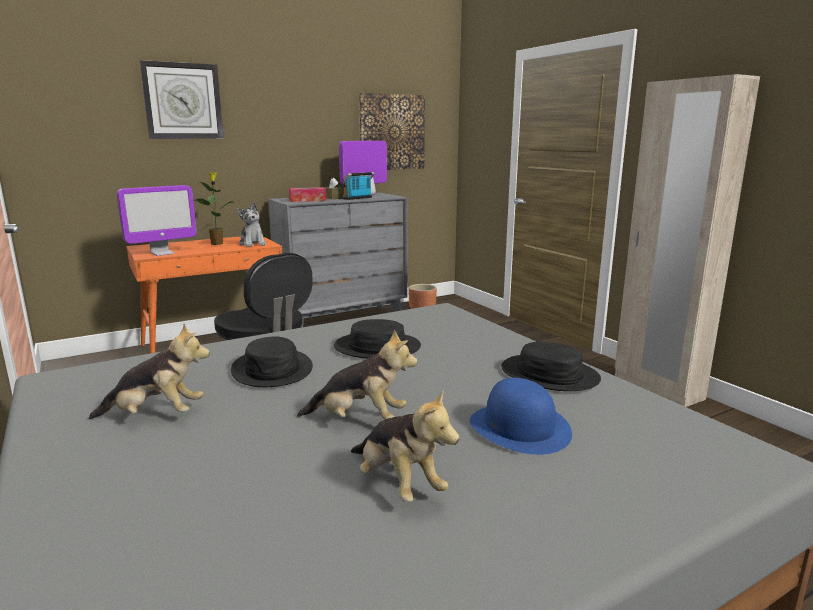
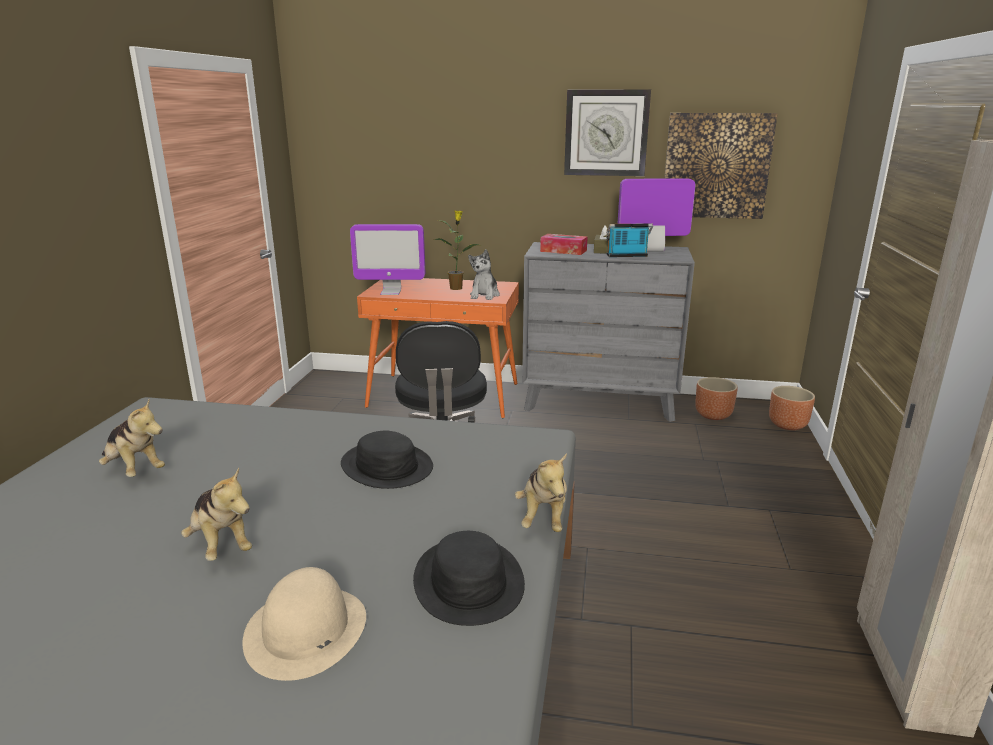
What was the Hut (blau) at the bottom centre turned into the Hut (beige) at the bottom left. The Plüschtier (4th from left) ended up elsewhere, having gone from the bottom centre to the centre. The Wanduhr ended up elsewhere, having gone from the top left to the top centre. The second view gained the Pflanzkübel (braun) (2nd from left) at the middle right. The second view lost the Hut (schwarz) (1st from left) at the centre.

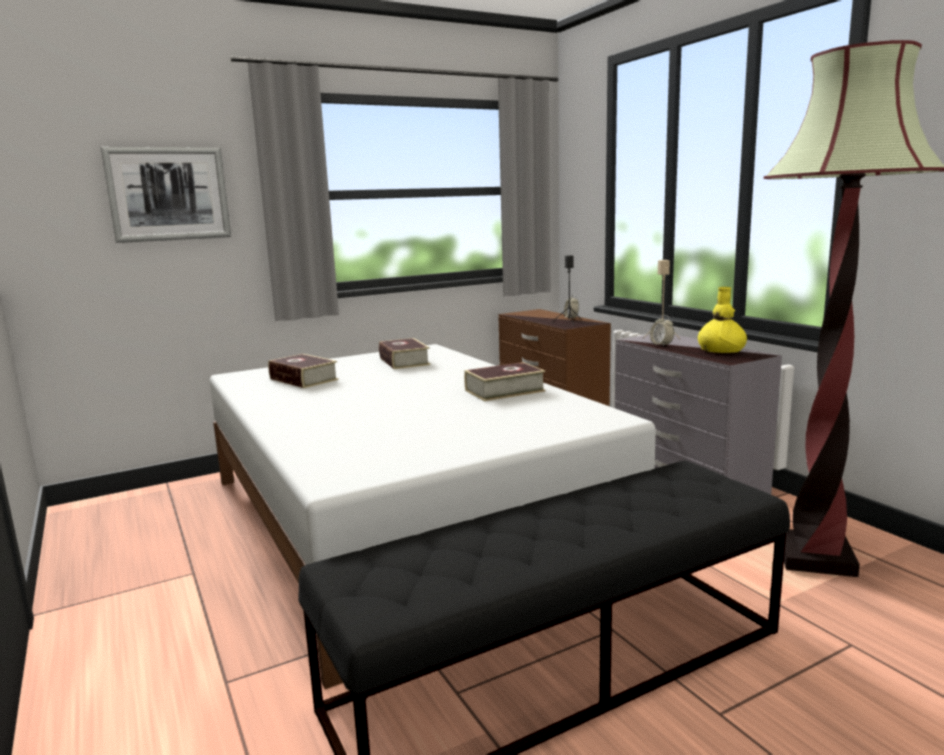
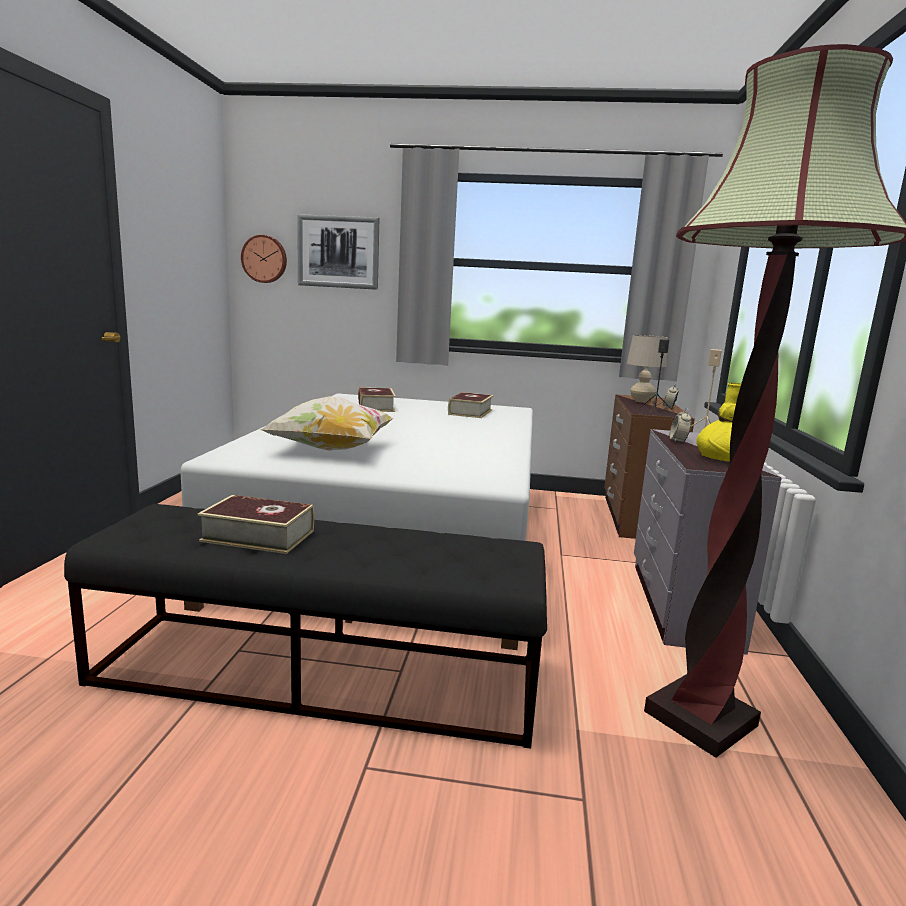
The Buch (3rd from left in the first image) ended up elsewhere, having gone from the centre to the middle left. The second view gained the Wanduhr at the top left. The second view gained the Kissen at the centre. The second view gained the Tischlampe (beige) at the middle right.

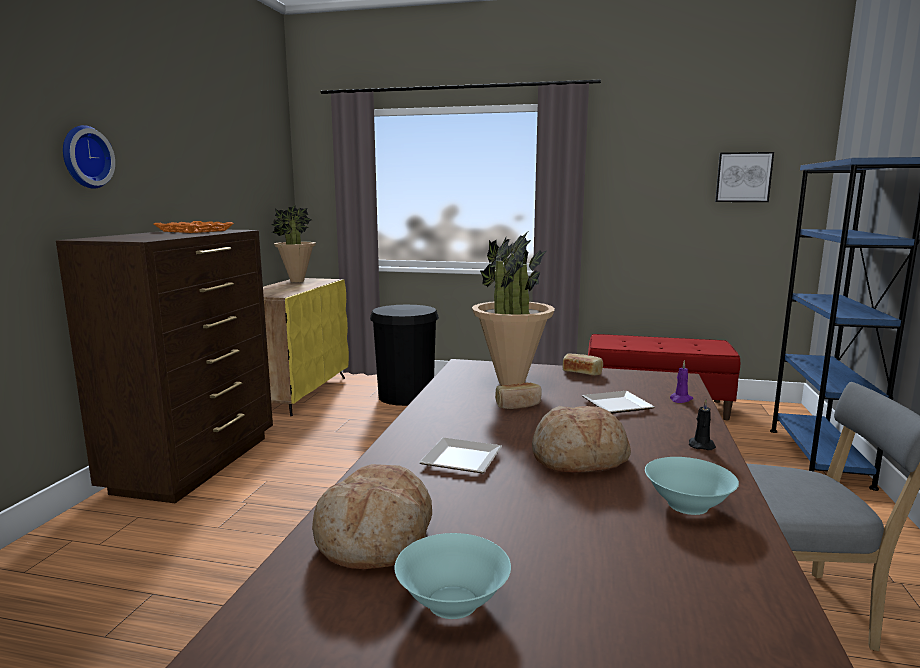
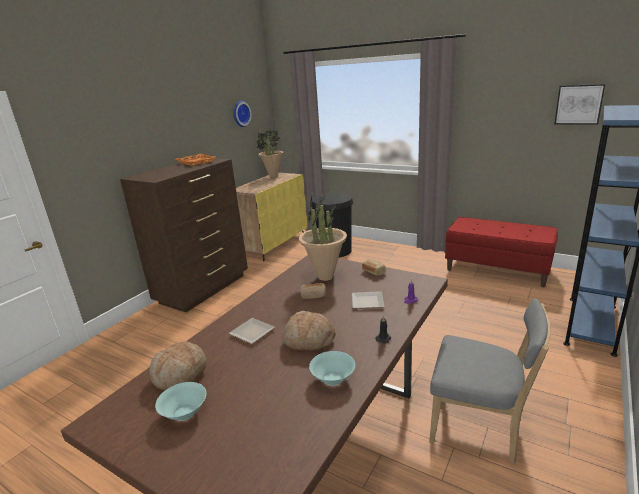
The Wanduhr ended up elsewhere, having gone from the top left to the top centre.

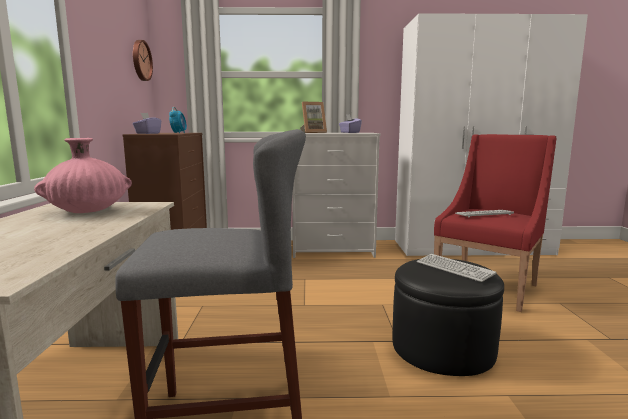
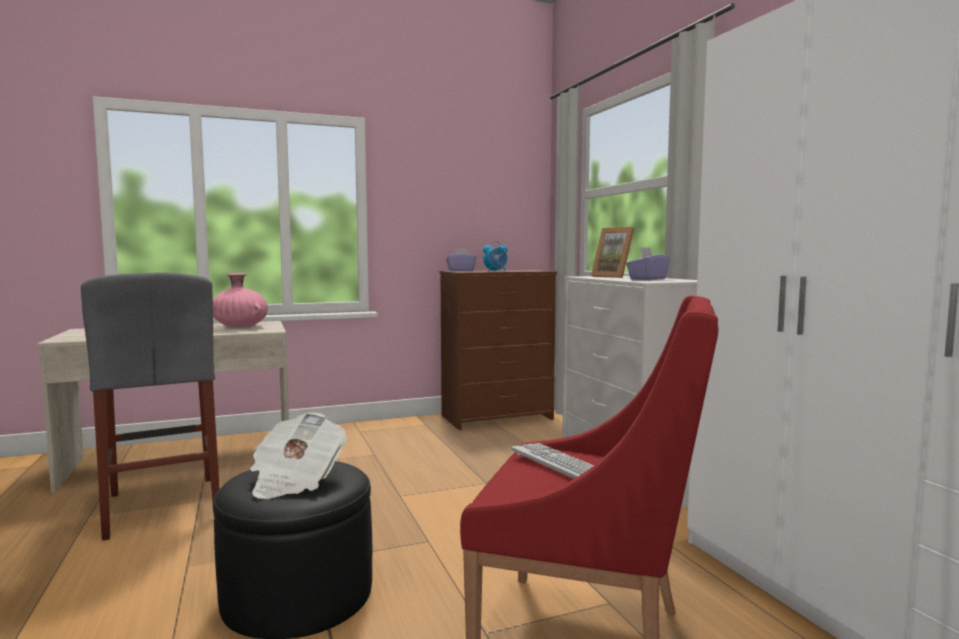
Where the Tastatur (1st from left) stood at the middle right, the Zeitung came to stand at the bottom left. The second view lost the Wanduhr at the top left.

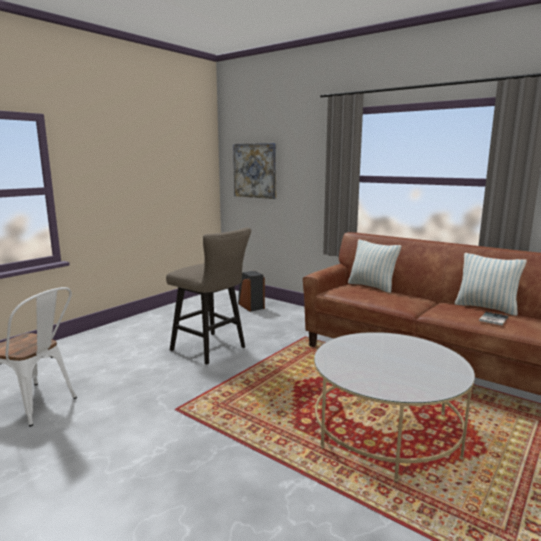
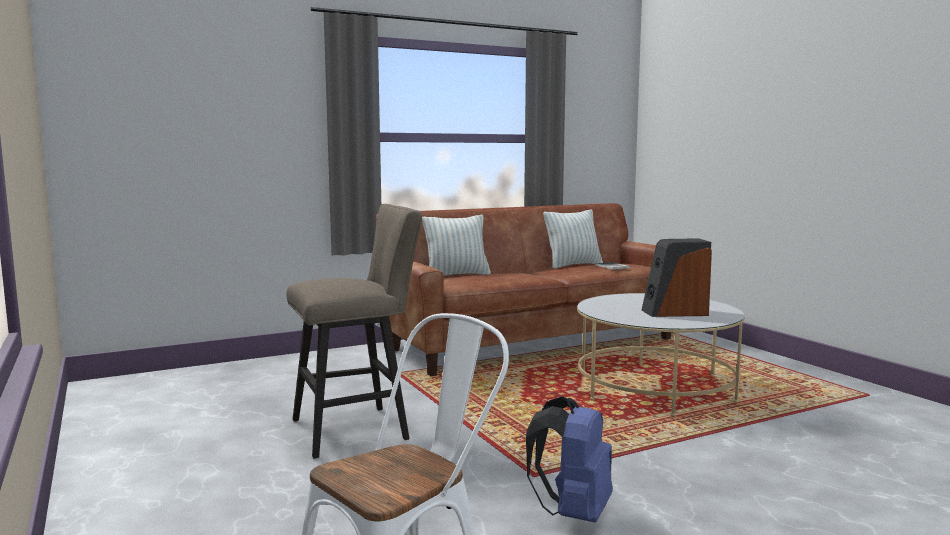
The second view gained the Rucksack (blau) at the bottom centre. The Lautsprecher ended up elsewhere, having gone from the centre to the middle right. The second view lost the Bild at the top centre.

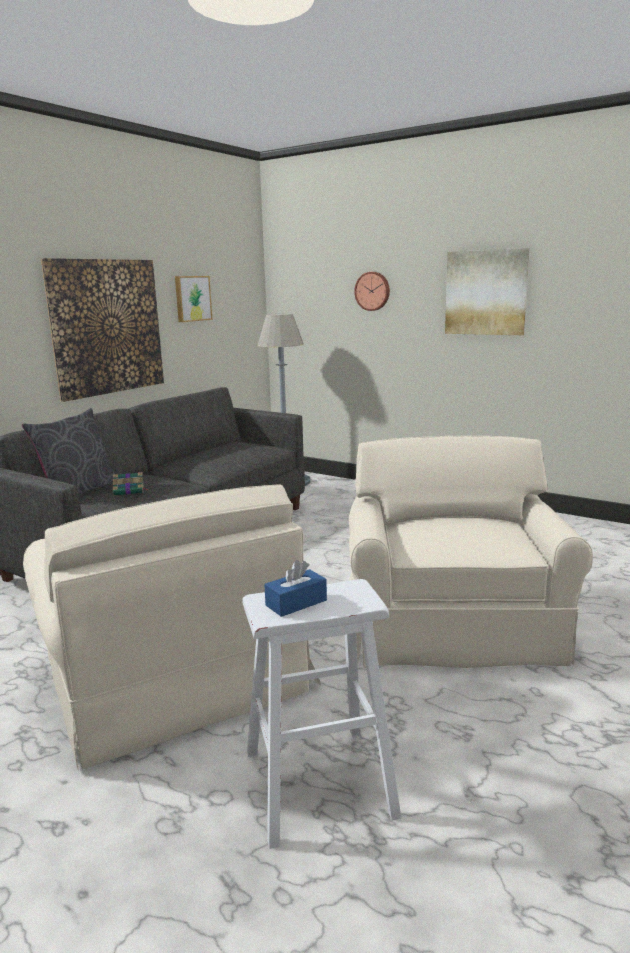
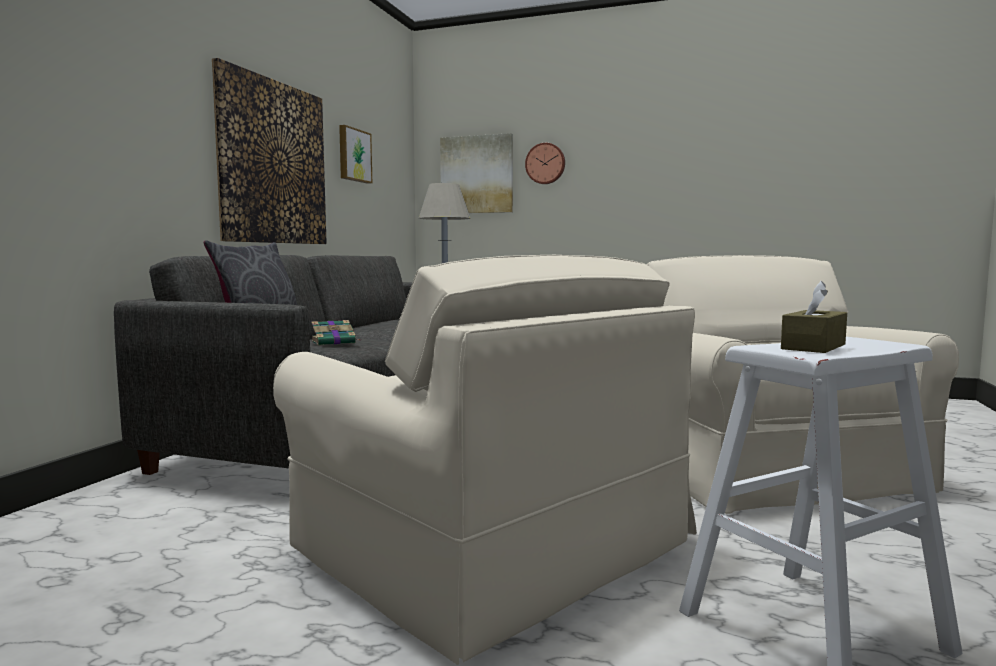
The Bild (3rd from left) ended up elsewhere, having gone from the top right to the top centre. What was the Taschentuchbox (blau) at the centre turned into the Taschentuchbox (braun) at the middle right.

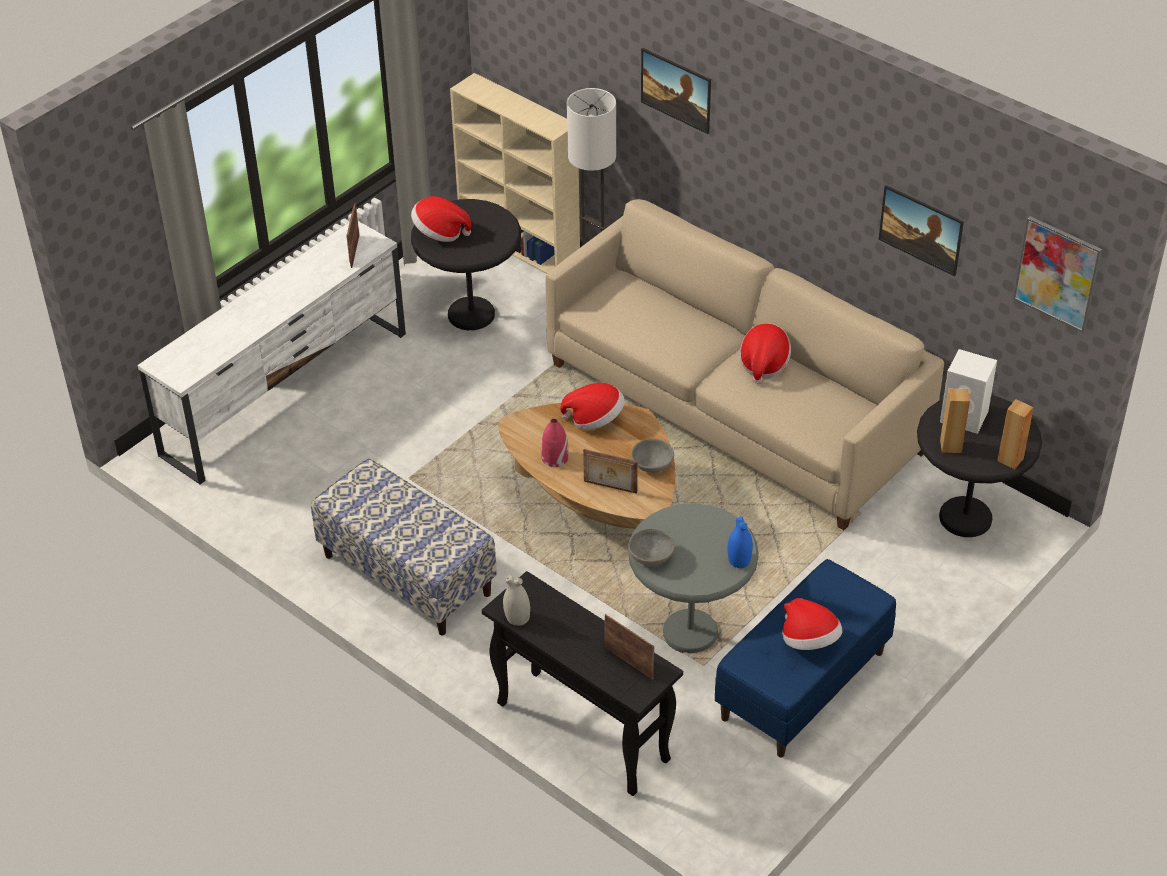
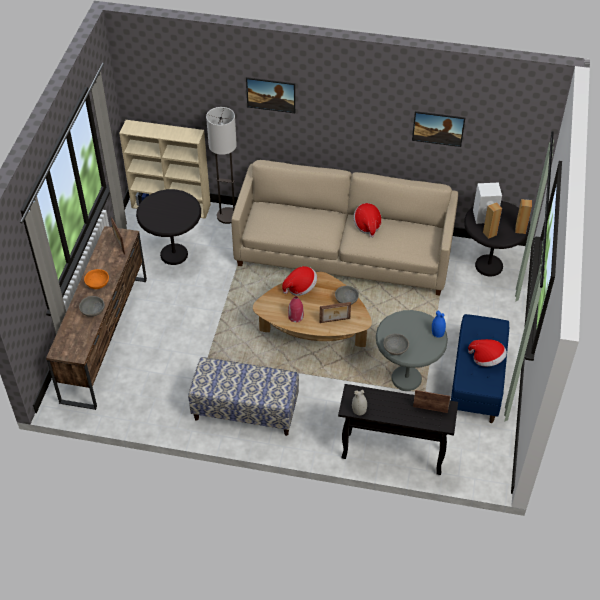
What was the Fernsehschrank (weiß) at the middle left turned into the Fernsehschrank (braun) at the middle left. The second view gained the Schüssel (grau) (1st from left) at the middle left. The second view gained the Schüssel (orange) at the middle left. The second view lost the Hut (1st from left) at the top centre. The second view lost the Bild (3rd from left) at the top right.

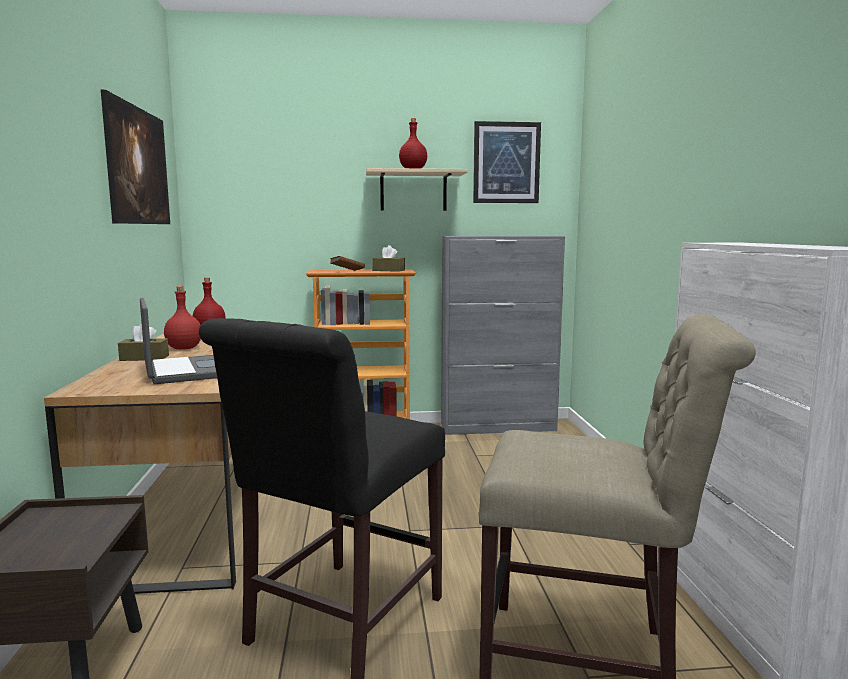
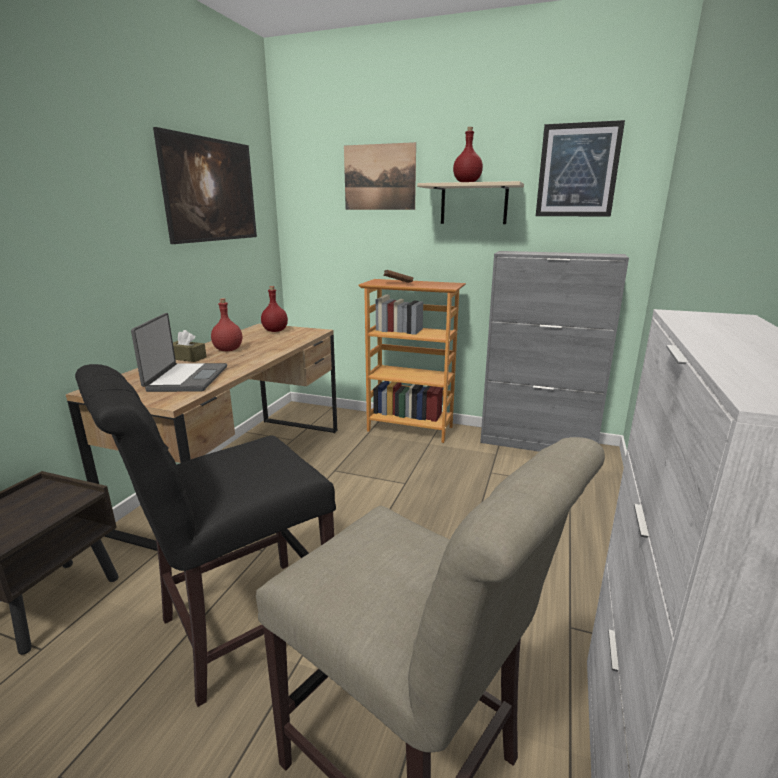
The second view gained the Bild (2nd from left) at the top centre. The second view lost the Taschentuchbox (braun) (2nd from left) at the centre.

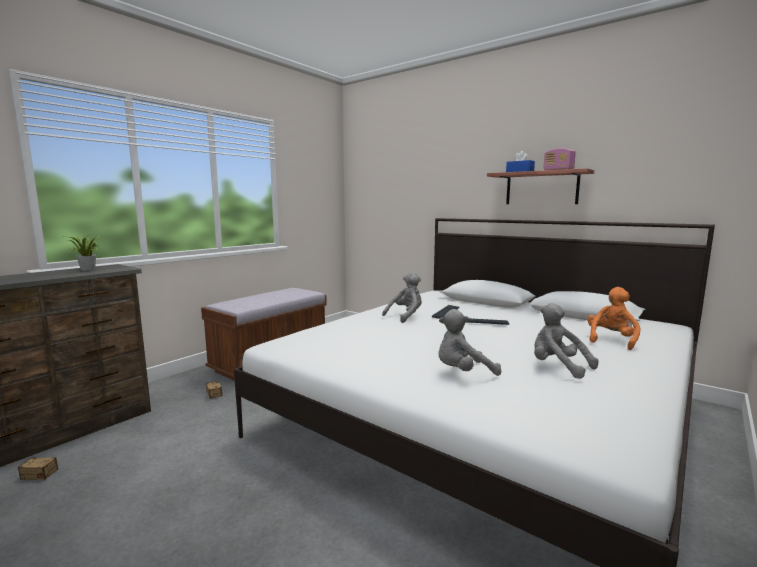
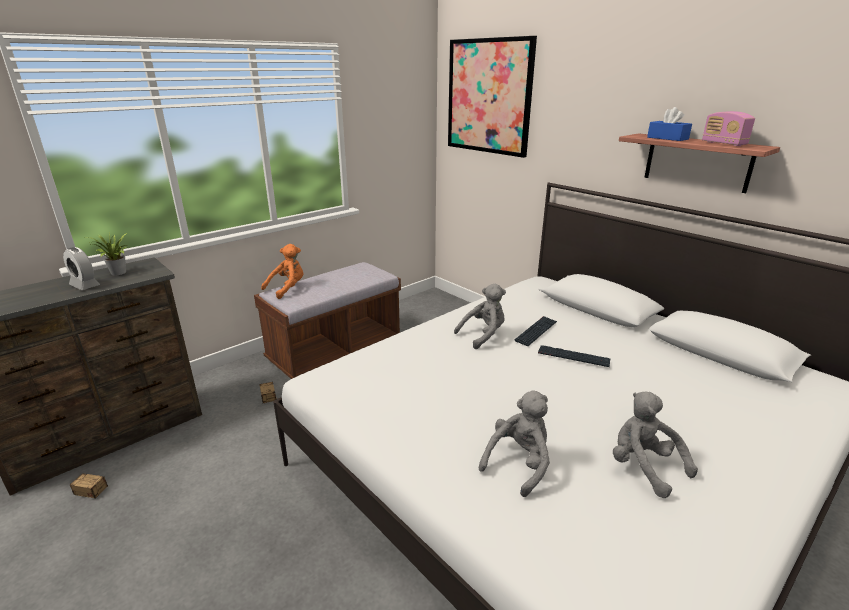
The second view gained the Wecker at the middle left. The Plüschtier (orange) ended up elsewhere, having gone from the middle right to the middle left. The second view gained the Bild at the top centre. The Plüschtier (grau) (2nd from left) at the centre ended up facing another way, 135 degrees clockwise from before.

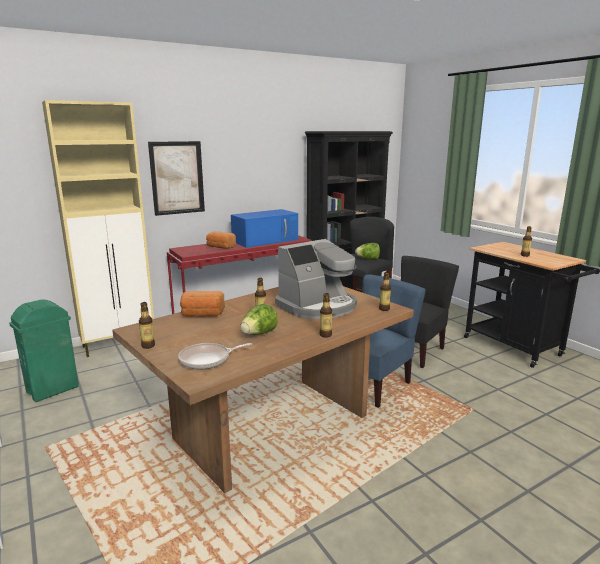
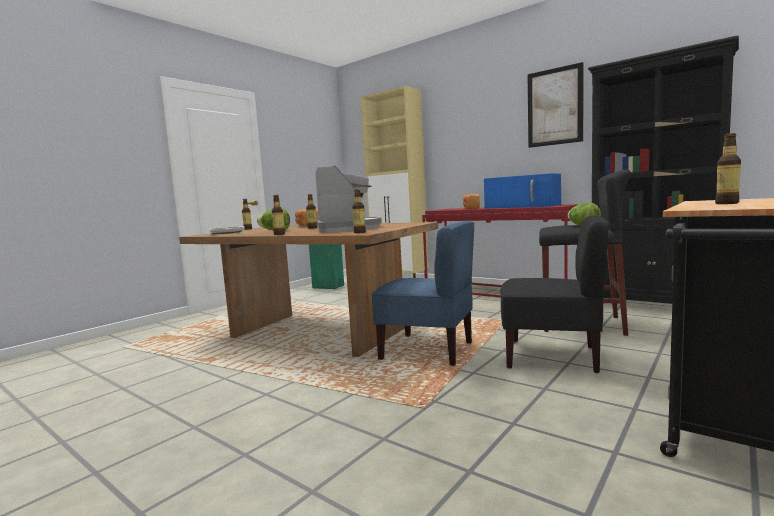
The Kaffeemaschine at the centre ended up facing another way, 135 degrees counterclockwise from before. The Bild ended up elsewhere, having gone from the top left to the top right.

